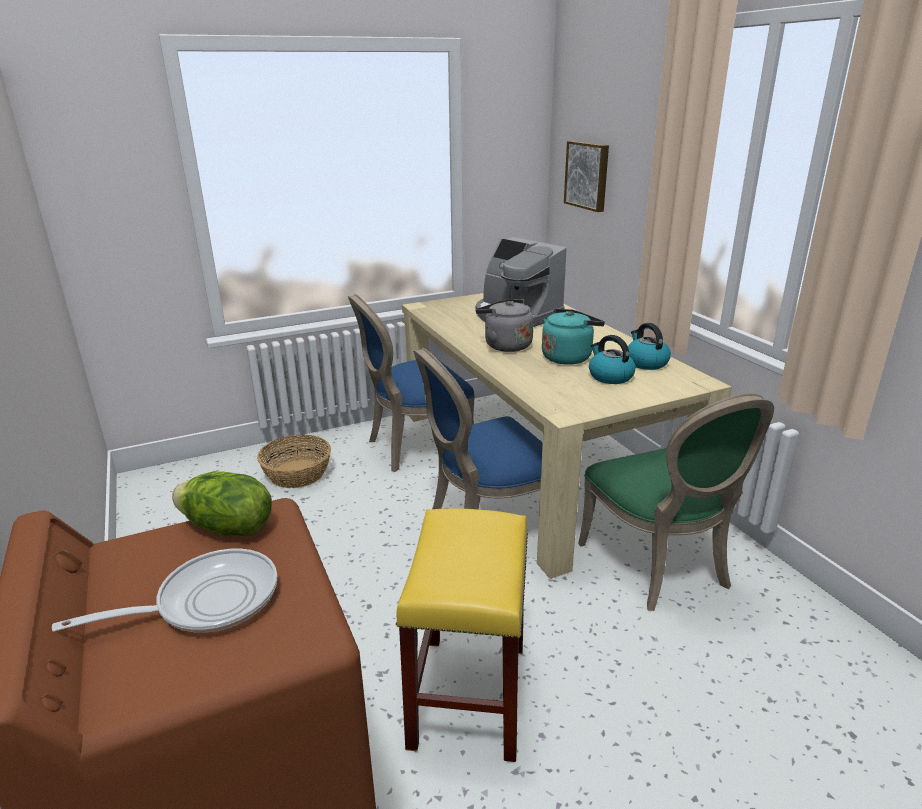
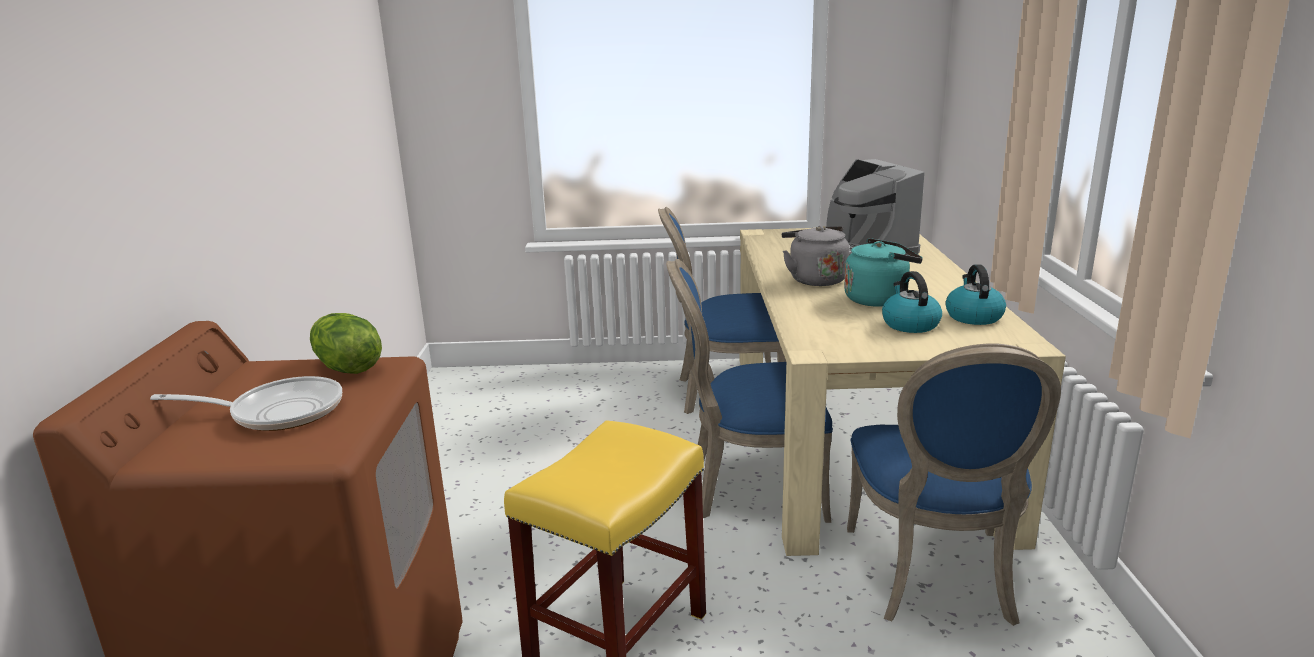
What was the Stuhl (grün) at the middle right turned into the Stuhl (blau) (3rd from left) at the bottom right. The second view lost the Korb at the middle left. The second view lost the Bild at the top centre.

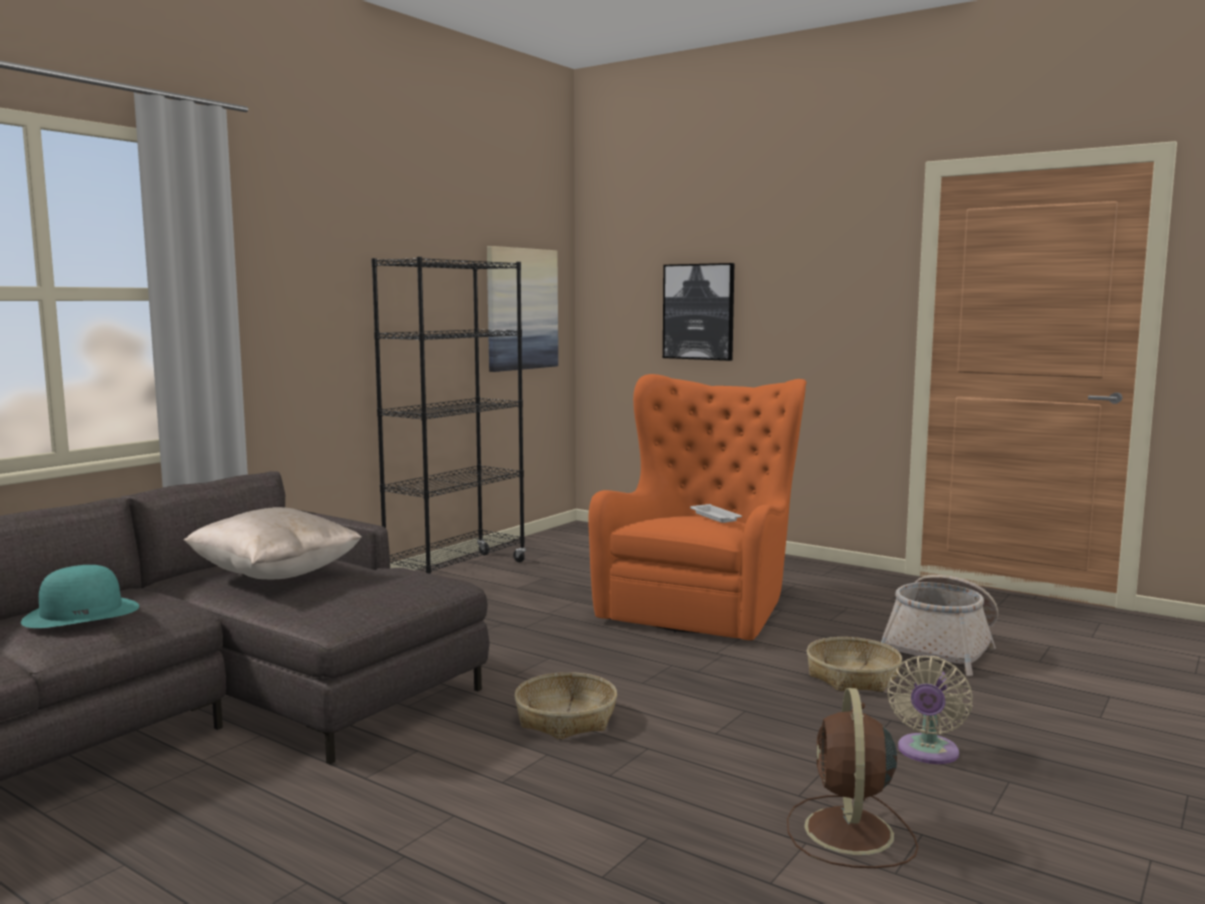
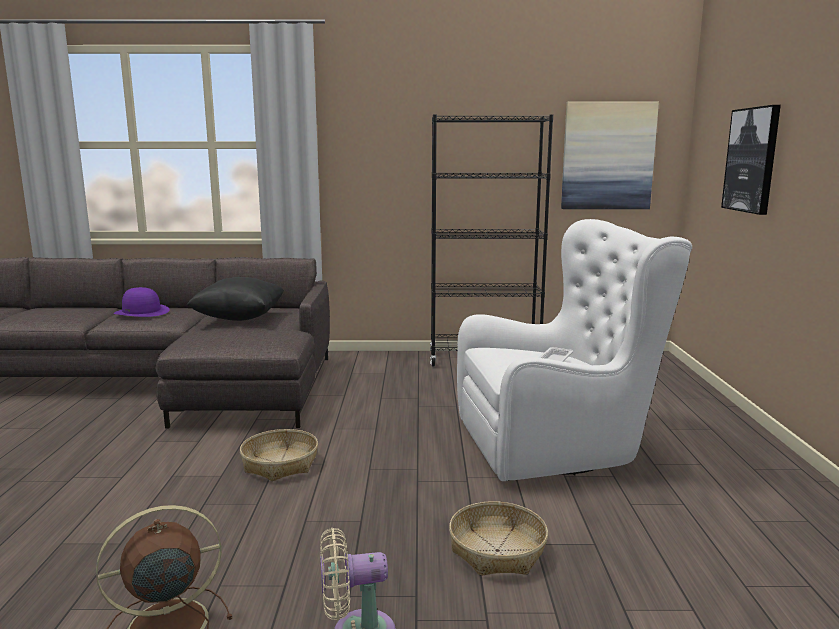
What was the Hut (türkis) at the middle left turned into the Hut (lila) at the middle left. What was the Kissen (beige) at the middle left turned into the Kissen (schwarz) at the middle left. What was the Sessel (orange) at the centre turned into the Sessel (weiß) at the middle right. The second view lost the Korb (3rd from left) at the bottom right.

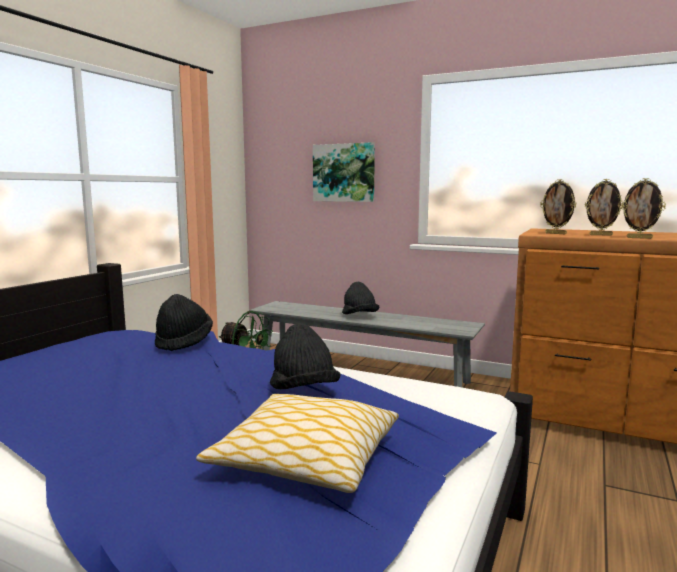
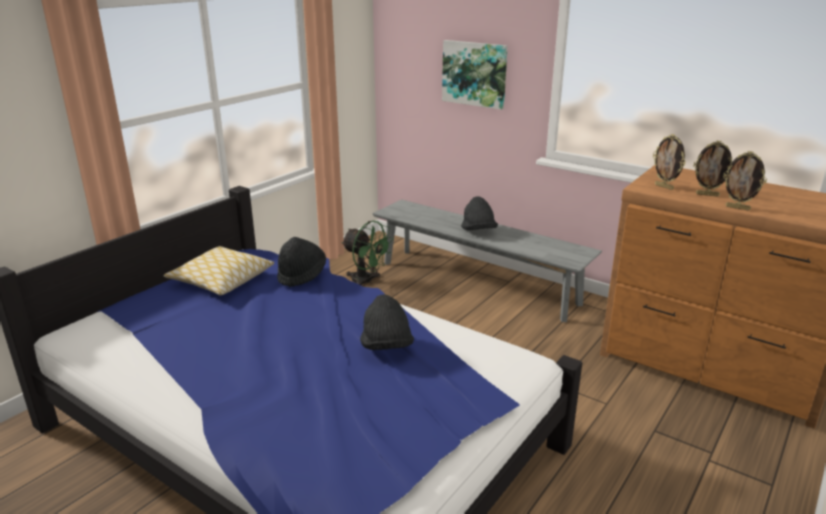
The Kissen ended up elsewhere, having gone from the bottom centre to the middle left.

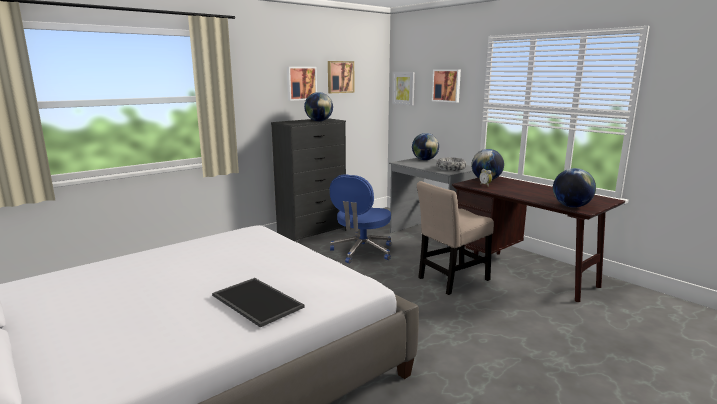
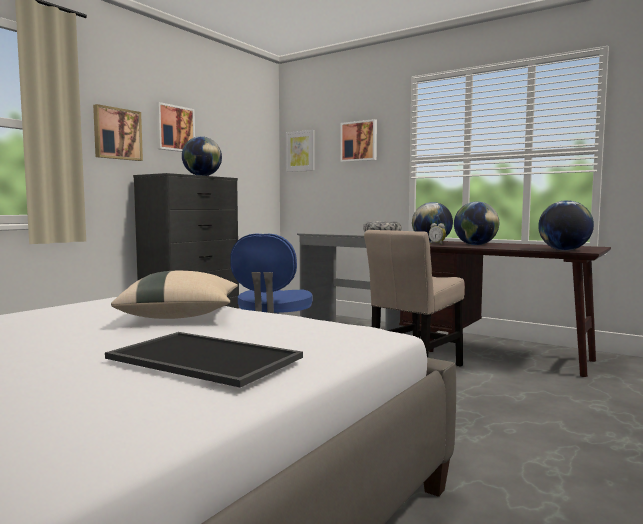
The Bild (2nd from left in the first image) ended up elsewhere, having gone from the top centre to the top left. The second view gained the Kissen (beige) at the middle left. The Globus (2nd from left in the first image) ended up elsewhere, having gone from the centre to the middle right.

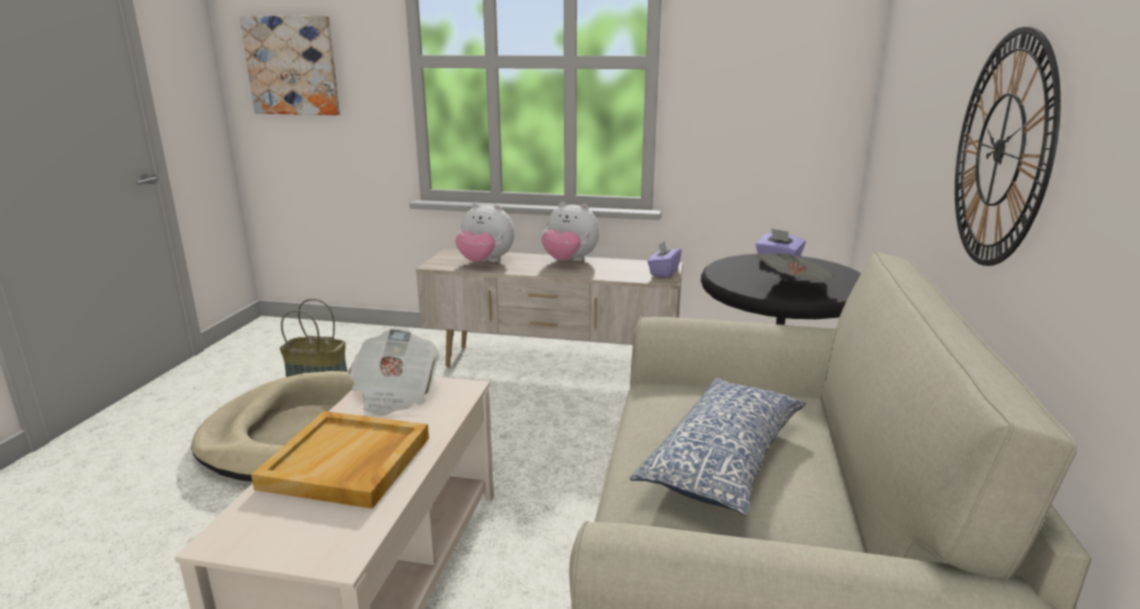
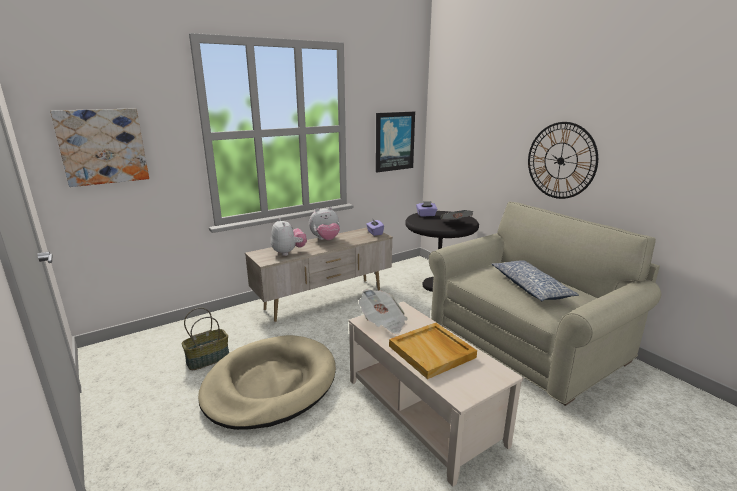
The Plüschtier (1st from left) at the centre ended up facing another way, 90 degrees counterclockwise from before. The second view gained the Bild (2nd from left) at the top centre.

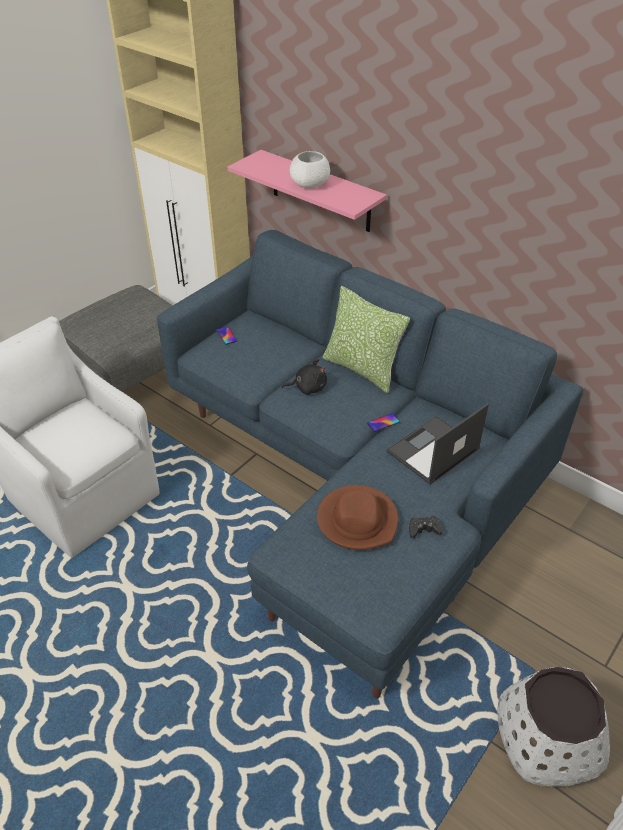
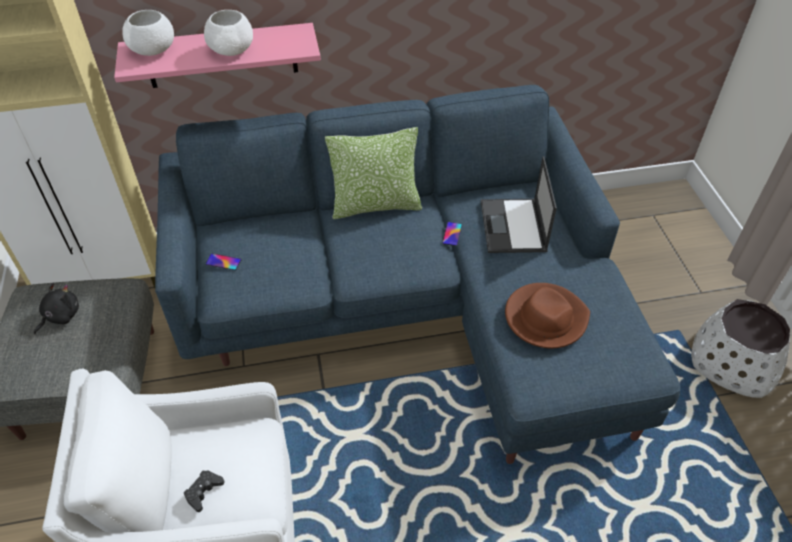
The Plüschtier (schwarz) ended up elsewhere, having gone from the centre to the middle left. The second view gained the Schüssel (weiß) (1st from left) at the top left. The Gamepad (schwarz) ended up elsewhere, having gone from the middle right to the bottom left.

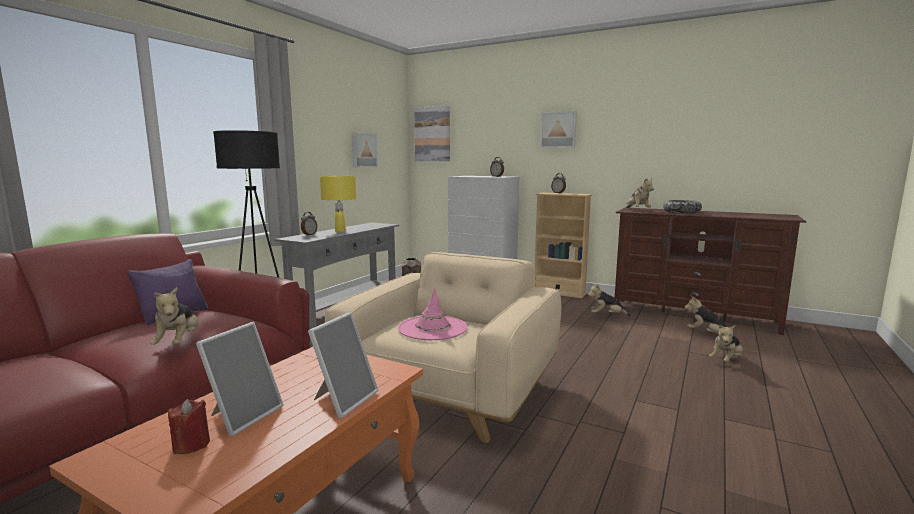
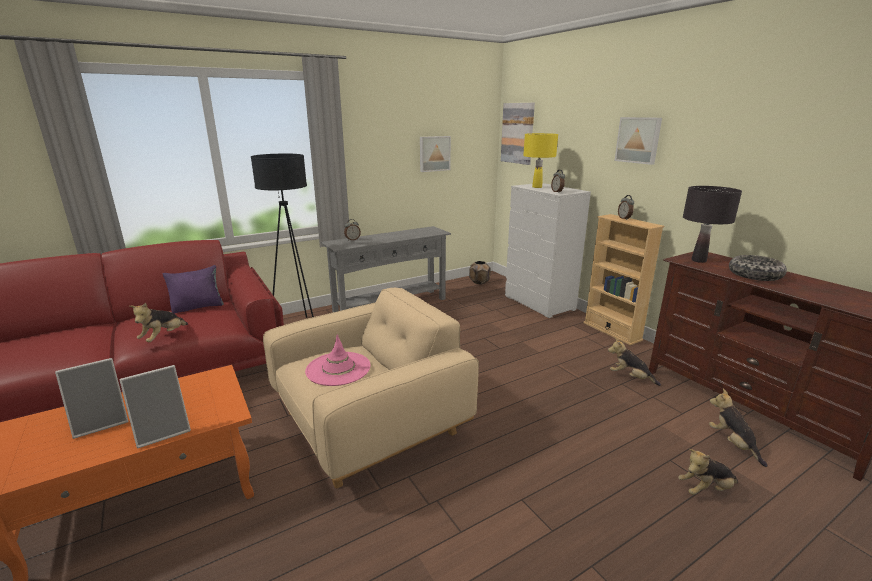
The Tischlampe (gelb) ended up elsewhere, having gone from the centre to the top centre. Where the Plüschtier (3rd from left) stood at the middle right, the Tischlampe (schwarz) came to stand at the middle right. The second view lost the Kerze (rot) at the bottom left.

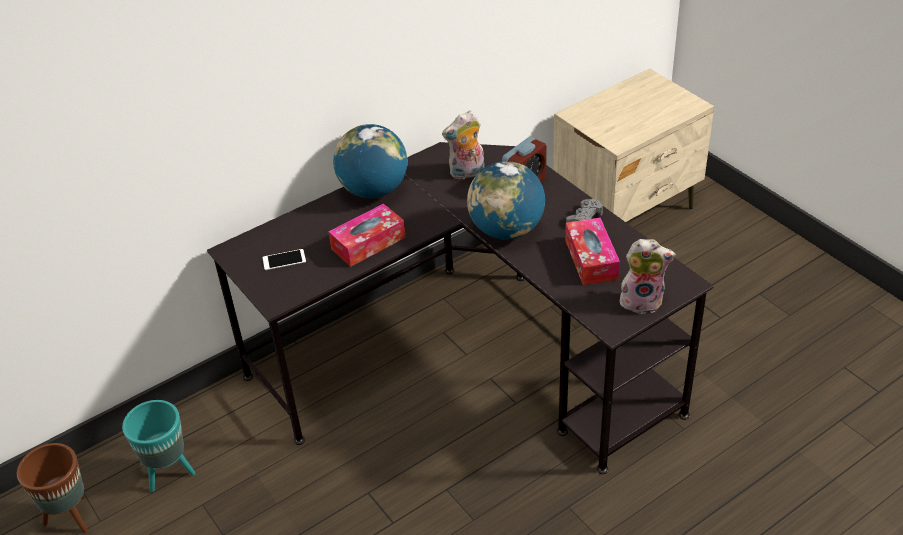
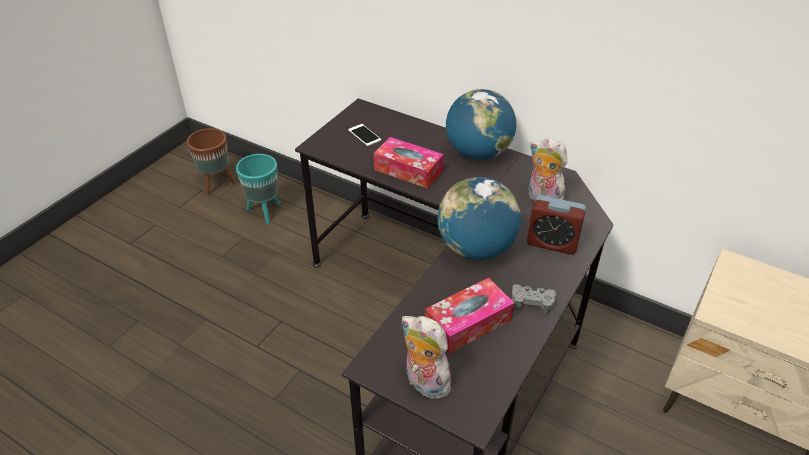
The Plüschtier (2nd from left in the first image) at the middle right ended up facing another way, 150 degrees clockwise from before.

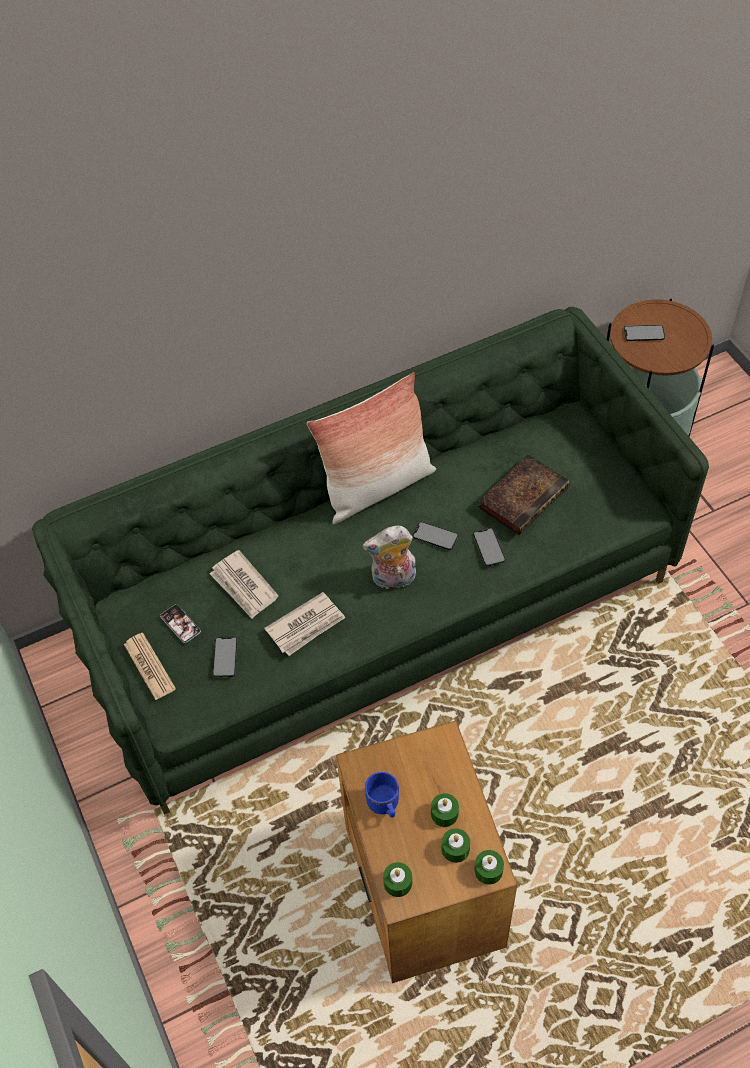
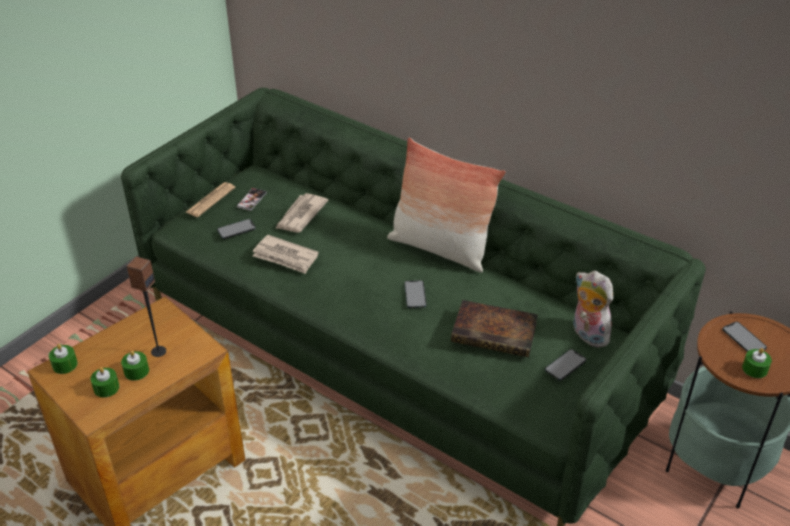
The second view gained the Lautsprecher at the middle left. The Handy (4th from left) ended up elsewhere, having gone from the centre to the bottom right. The Plüschtier ended up elsewhere, having gone from the centre to the middle right. The Kerze (grün) (4th from left) ended up elsewhere, having gone from the bottom centre to the bottom right. The second view lost the Henkelbecher (blau) at the bottom centre.

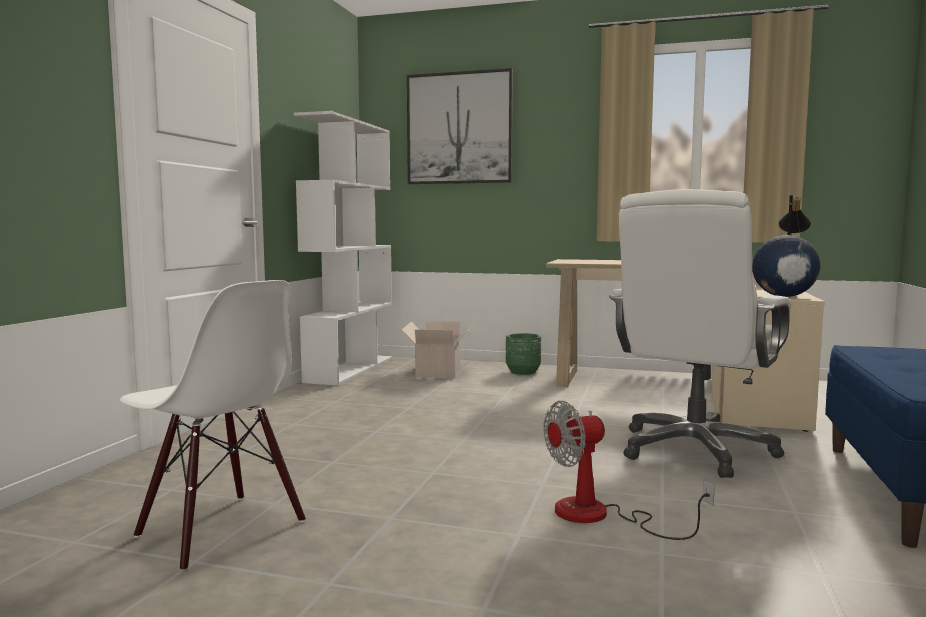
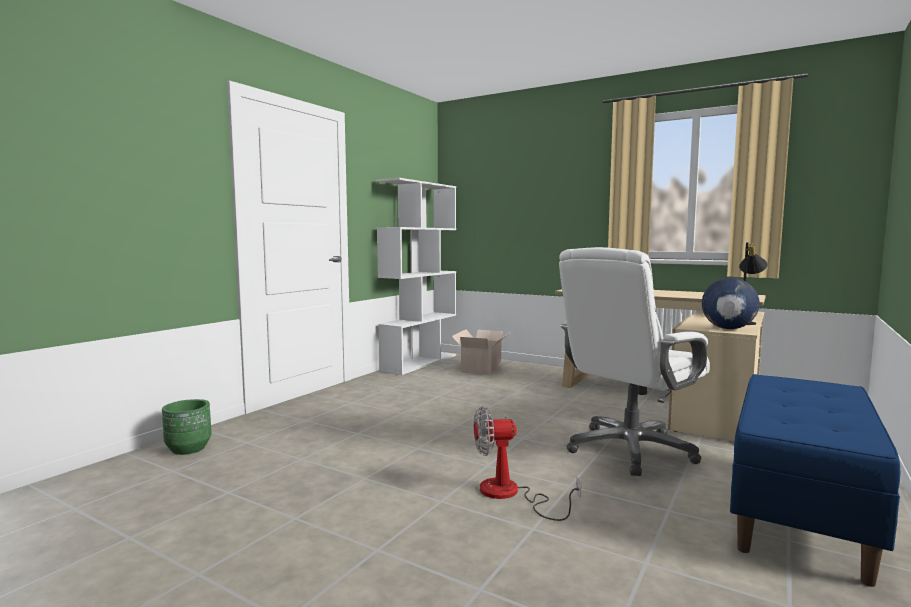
The Pflanzkübel (grün) ended up elsewhere, having gone from the centre to the bottom left. The second view lost the Stuhl (weiß) at the bottom left. The second view lost the Bild at the top centre.

